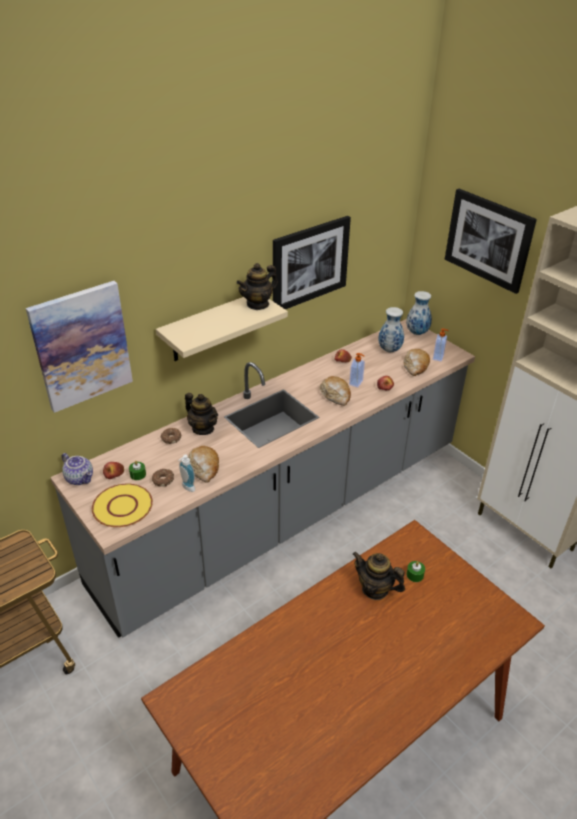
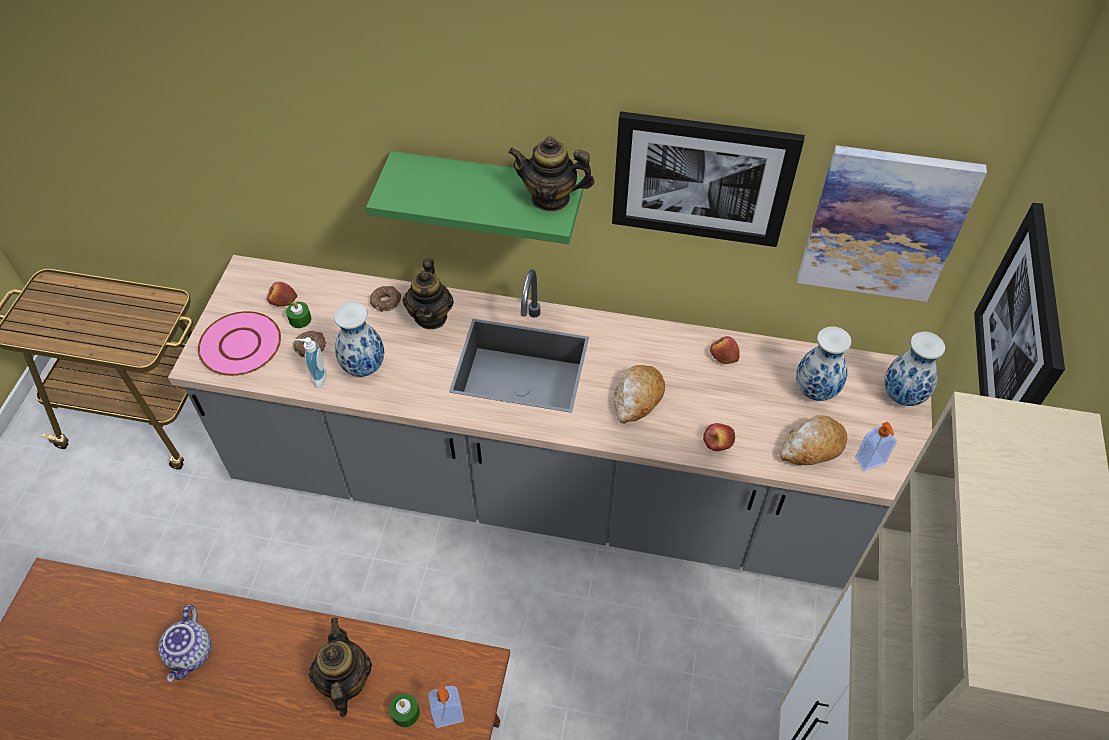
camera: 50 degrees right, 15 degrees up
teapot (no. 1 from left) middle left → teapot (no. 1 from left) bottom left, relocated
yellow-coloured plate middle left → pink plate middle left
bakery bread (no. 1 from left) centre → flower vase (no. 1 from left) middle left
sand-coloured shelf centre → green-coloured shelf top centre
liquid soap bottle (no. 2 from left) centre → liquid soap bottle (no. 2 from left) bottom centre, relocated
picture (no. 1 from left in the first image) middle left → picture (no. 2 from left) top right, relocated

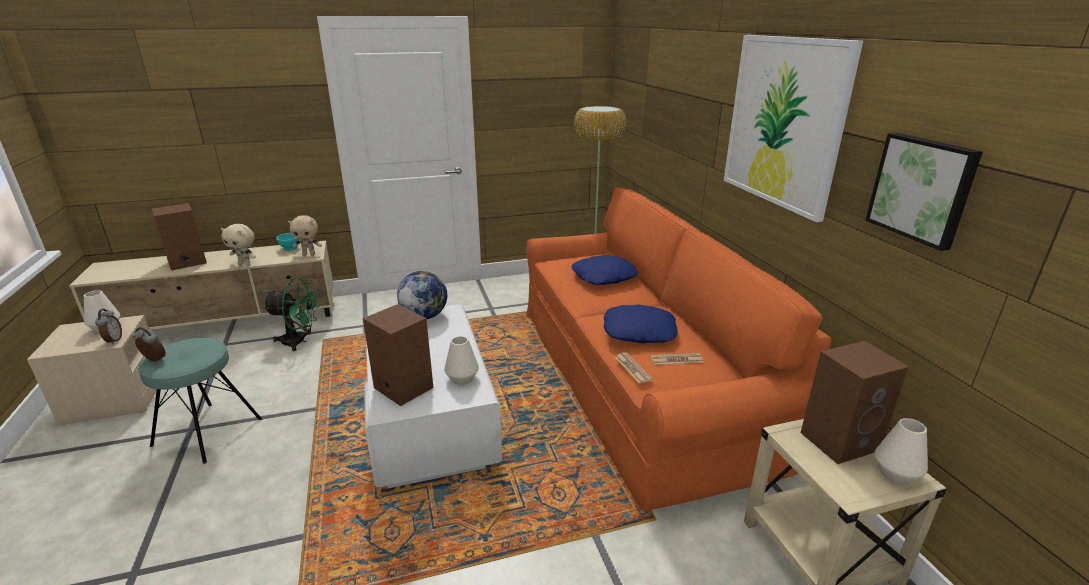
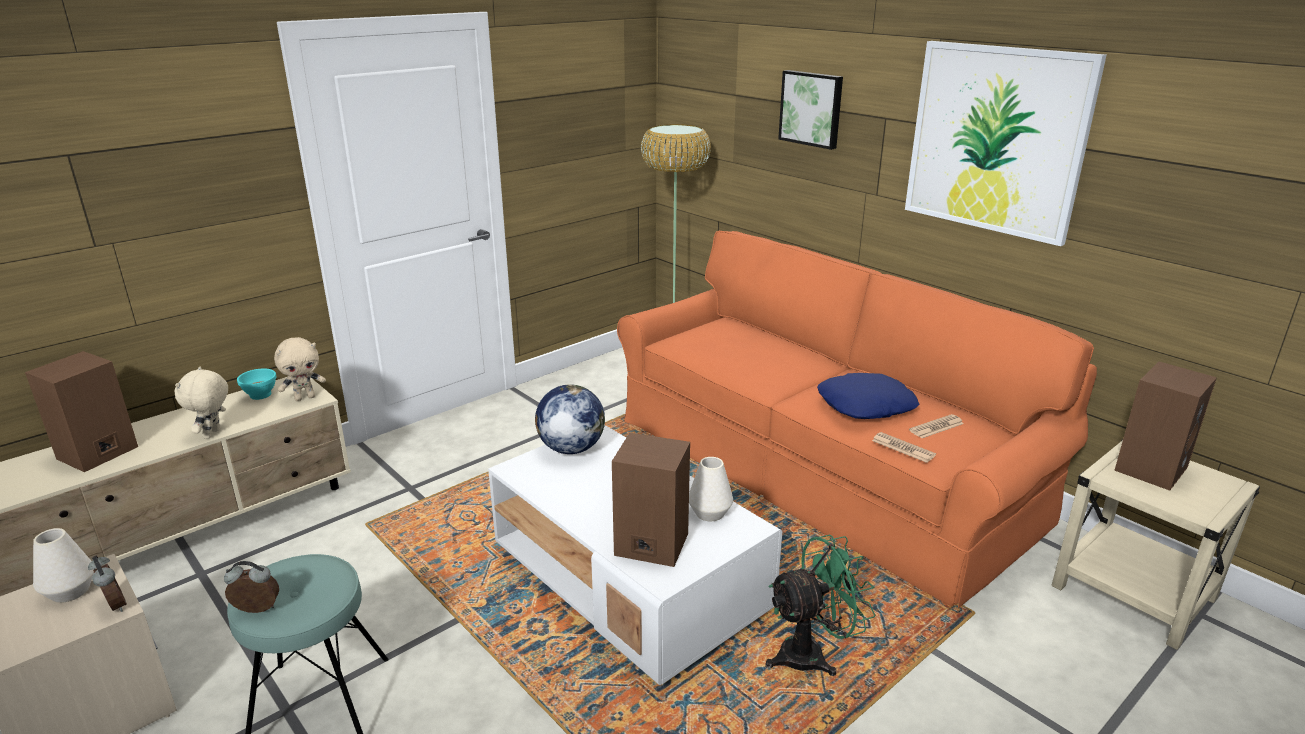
camera: 25 degrees left, 0 degrees up
sand-coloured cuddly toy (no. 1 from left) middle left, 105 degrees clockwise
green-coloured cooling fan middle left → green-coloured cooling fan bottom centre, relocated
picture (no. 2 from left in the first image) top right → picture (no. 1 from left) top centre, relocated
blue pillow (no. 1 from left) centre → -
white flower vase (no. 3 from left) bottom right → -

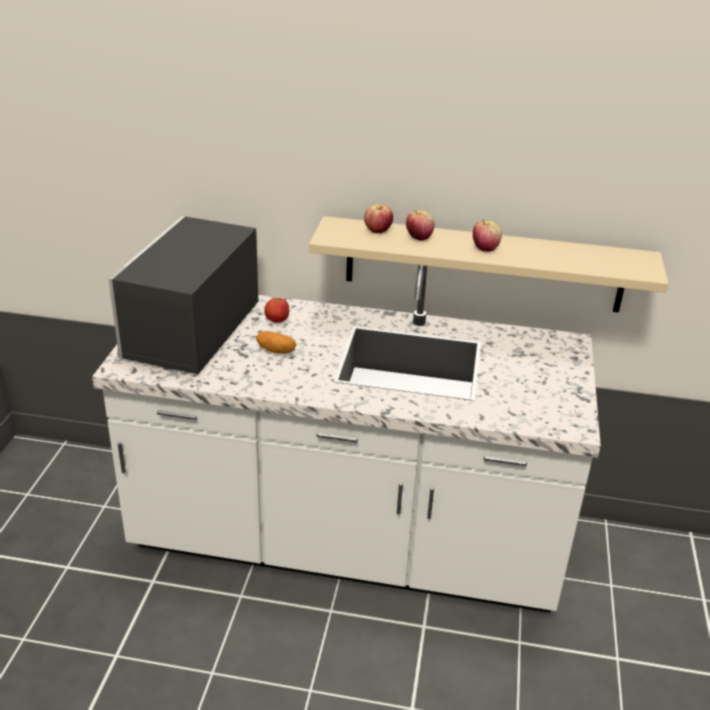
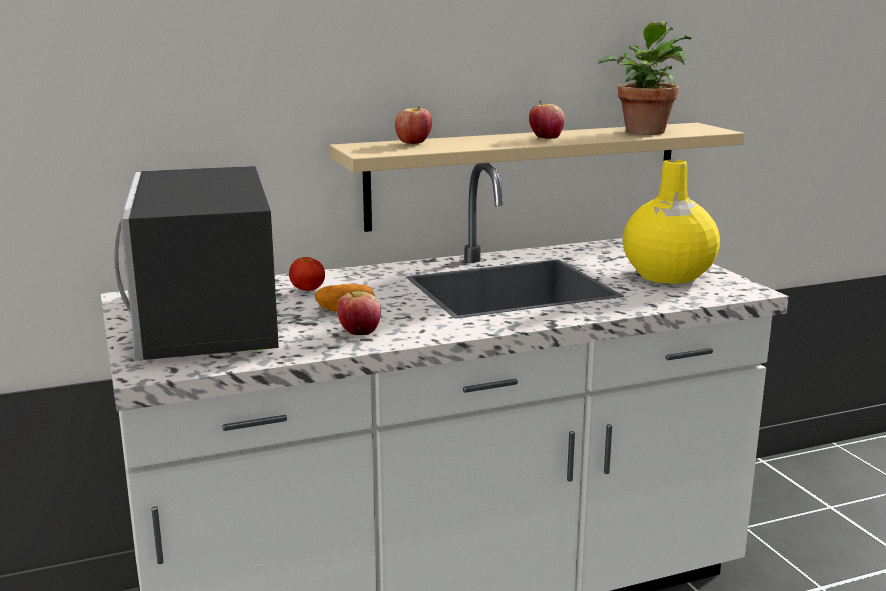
camera: 30 degrees left, 15 degrees down
apple (no. 2 from left in the first image) top centre → apple (no. 1 from left) centre, relocated
- → houseplant top right
- → yellow-coloured flower vase middle right

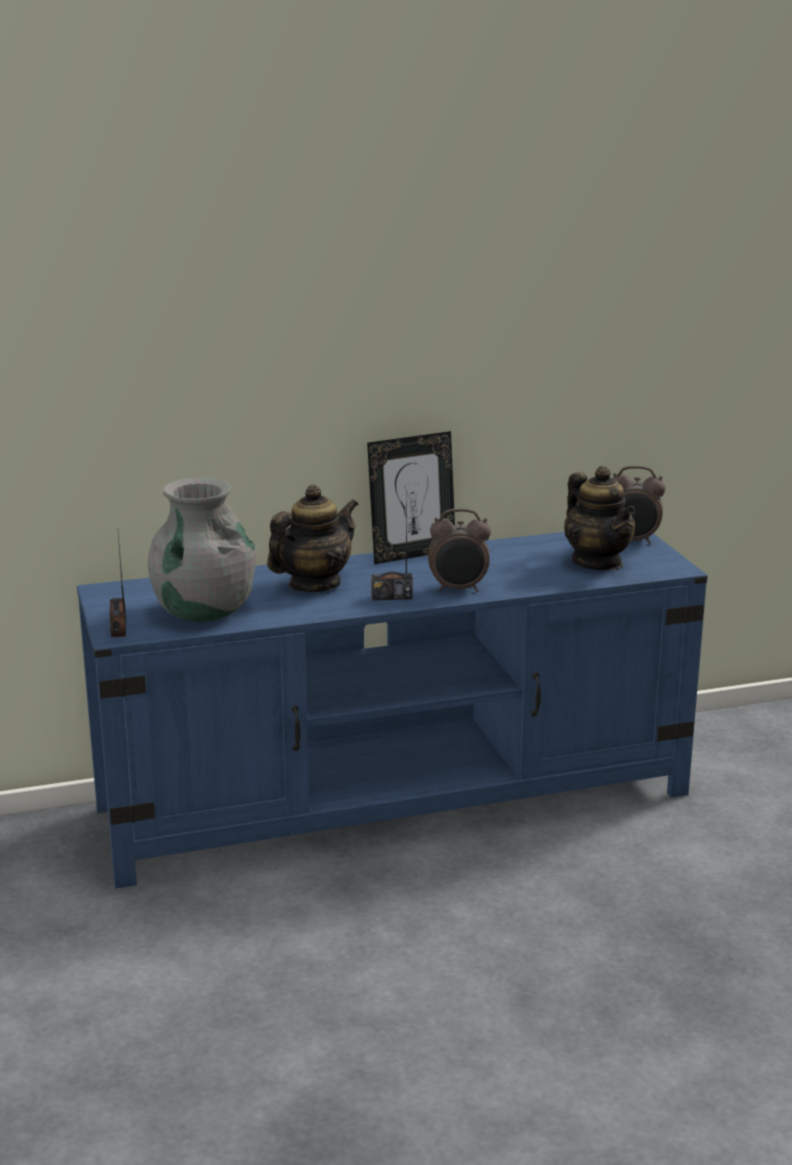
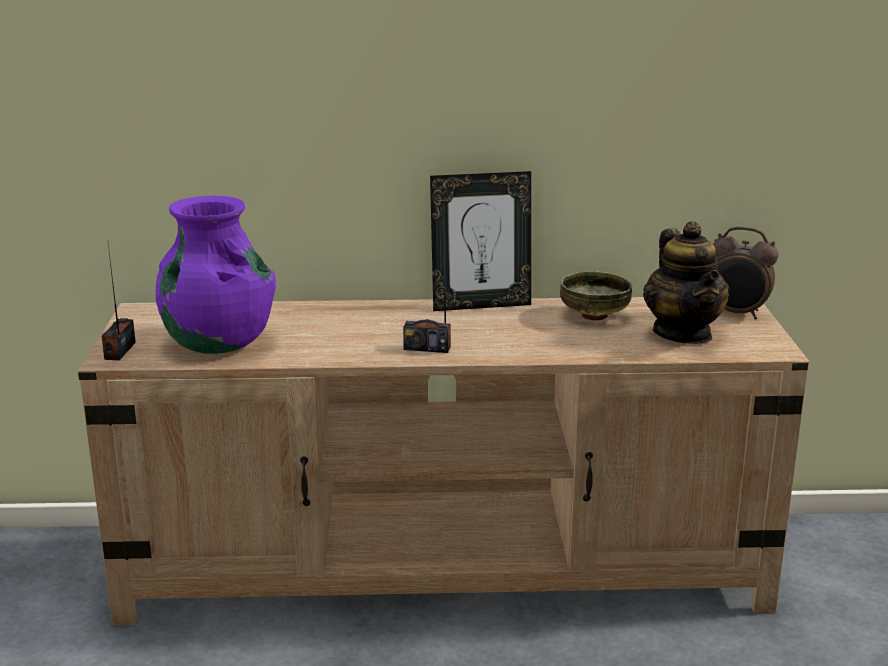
camera: 15 degrees right, 0 degrees up
blue media console centre → sand-coloured media console bottom centre
greyish flower vase middle left → purple flower vase middle left
- → deep dish middle right
teapot (no. 1 from left) centre → -
table clock (no. 1 from left) centre → -

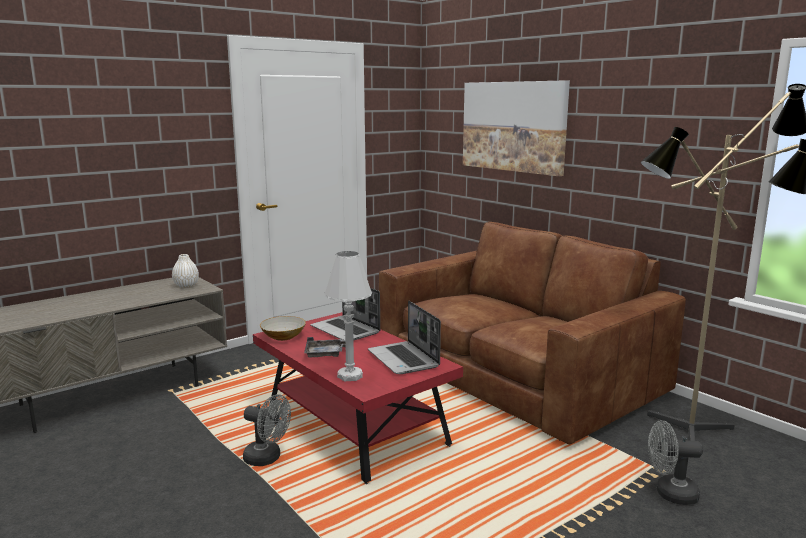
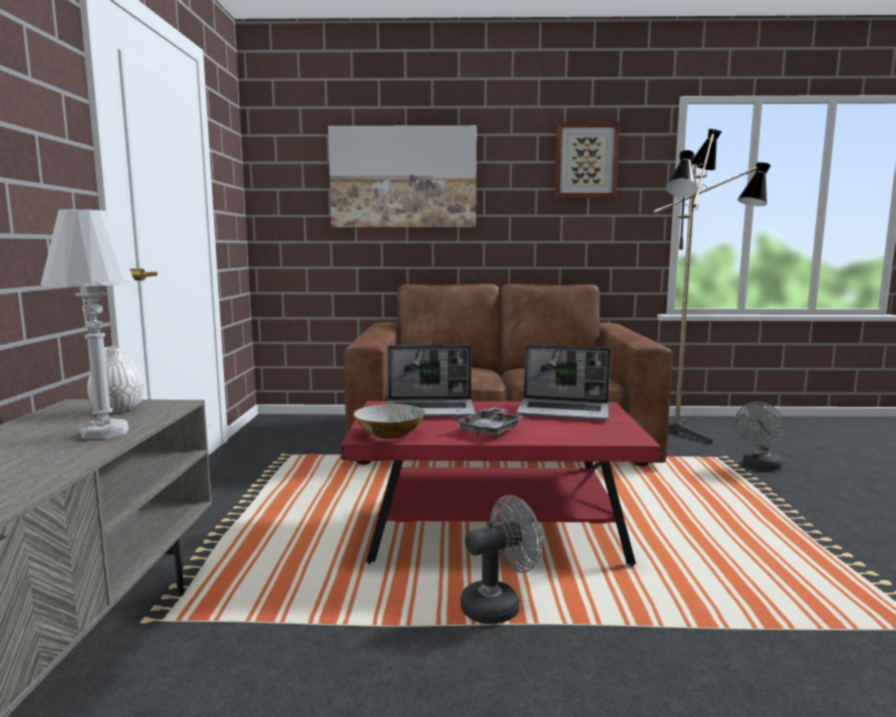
camera: 50 degrees left, 5 degrees down
white table lamp centre → white table lamp middle left, relocated
- → picture (no. 2 from left) top centre

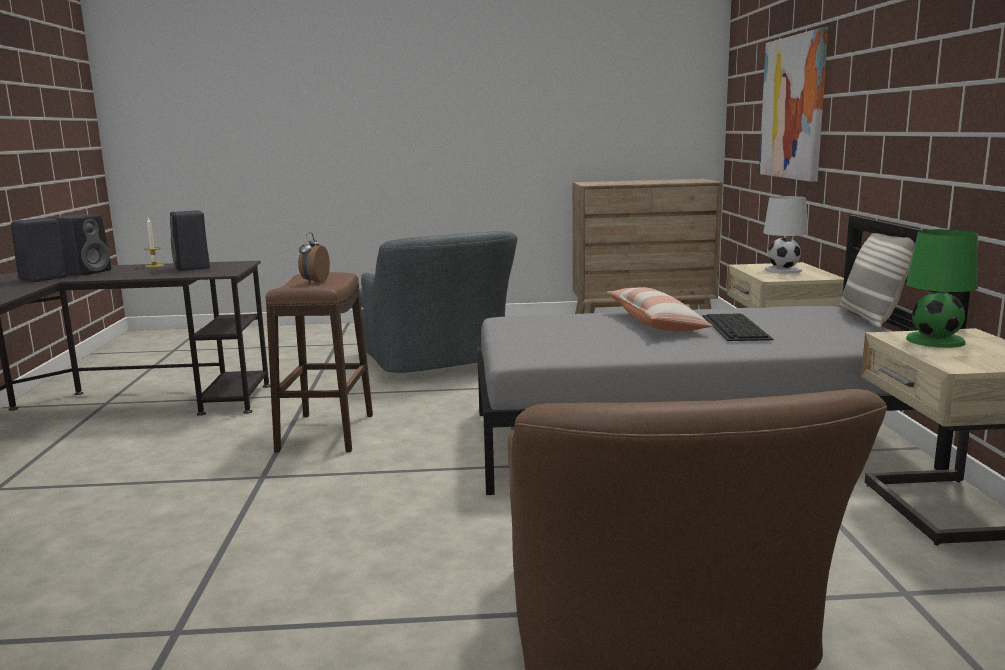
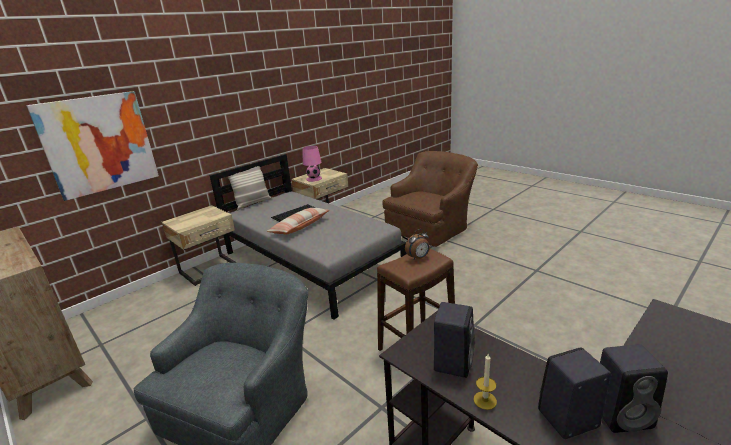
camera: 130 degrees left, 10 degrees up
green-coloured table lamp middle right → pink table lamp centre
white table lamp middle right → -

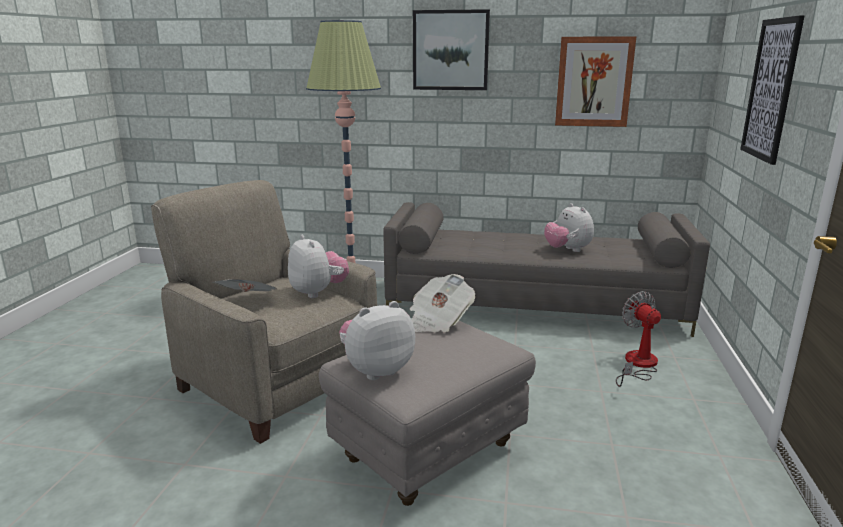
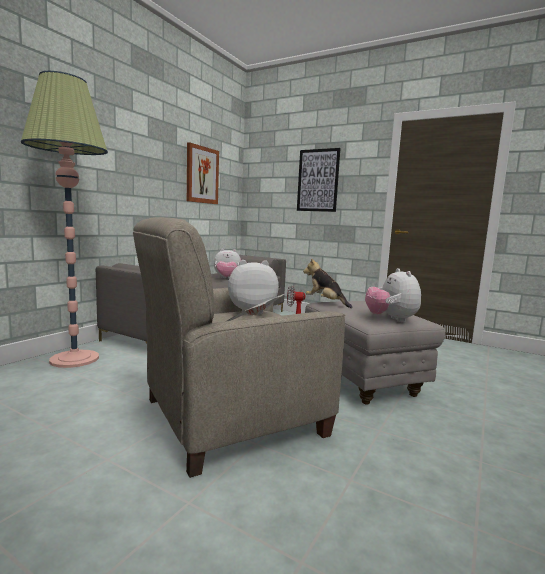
camera: 70 degrees left, 10 degrees down
daily paper (no. 2 from left) centre → cuddly toy (no. 3 from left) centre
picture (no. 1 from left) top centre → -

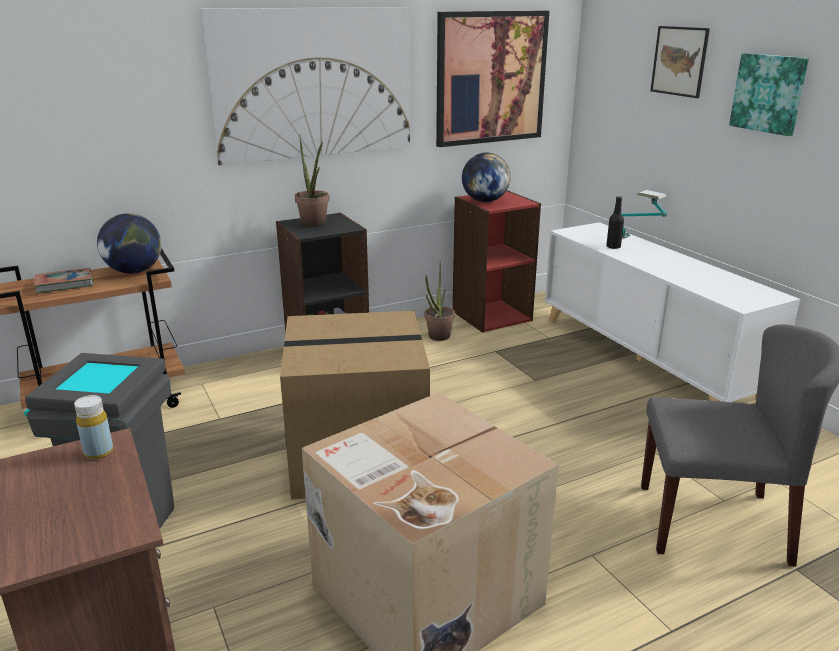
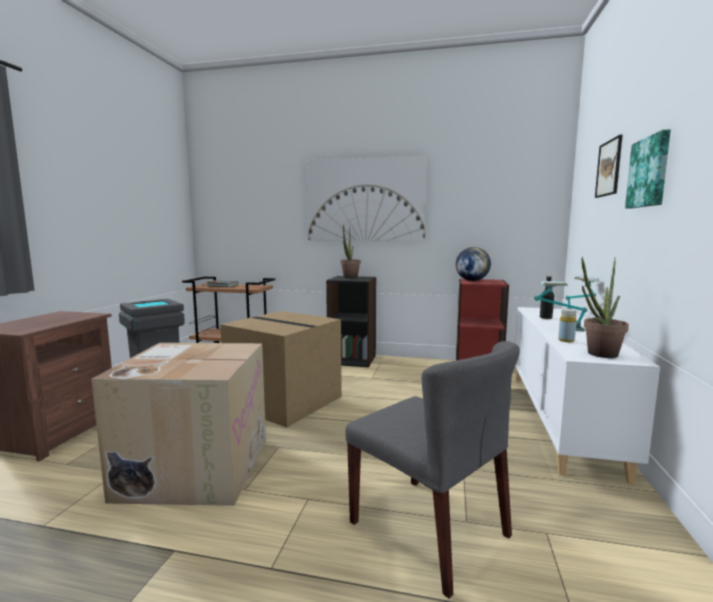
camera: 40 degrees right, 15 degrees down
- → table lamp (no. 1 from left) middle right
yellow-coloured bottle middle left → yellow-coloured bottle middle right, relocated
houseplant (no. 2 from left) centre → houseplant (no. 2 from left) middle right, relocated
world globe (no. 1 from left) middle left → -
picture (no. 2 from left) top centre → -

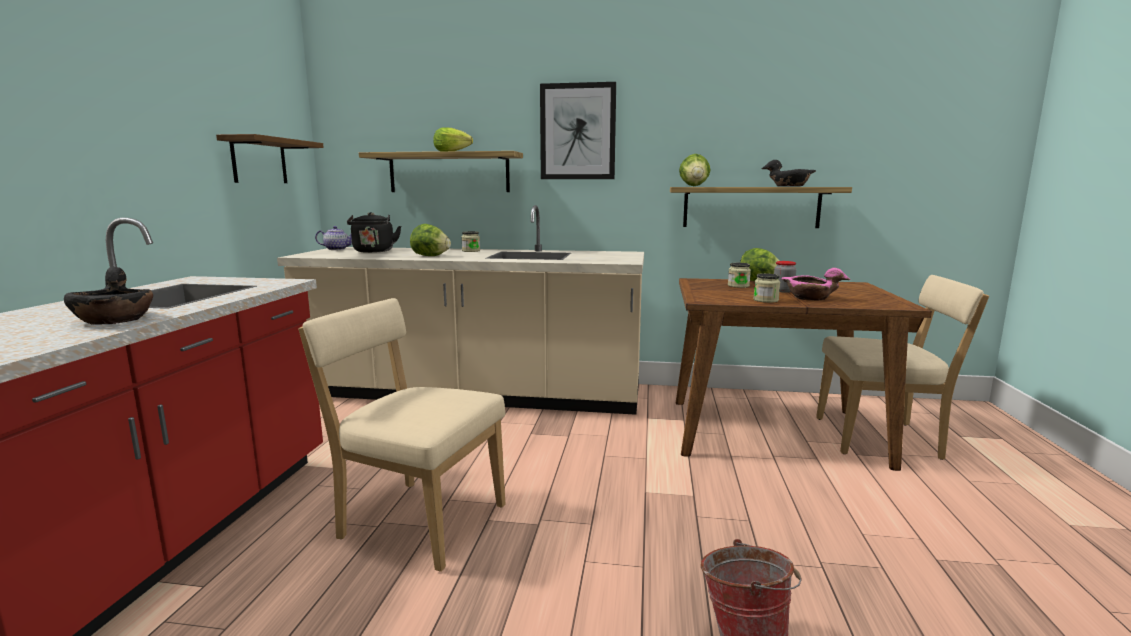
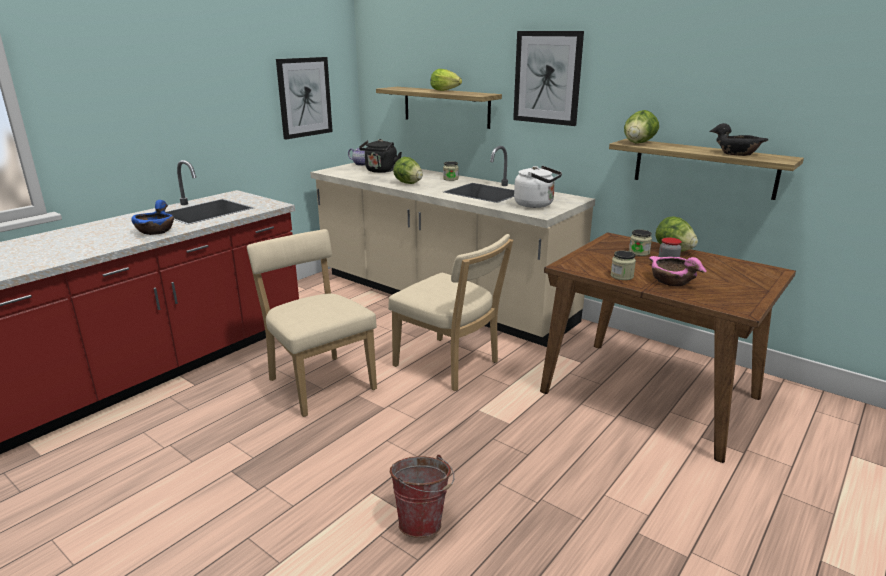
camera: 30 degrees right, 10 degrees up
black deep dish (no. 1 from left) middle left → blue deep dish middle left
shelf (no. 1 from left) top left → picture (no. 1 from left) top centre
sand-coloured upright chair (no. 2 from left) middle right → sand-coloured upright chair (no. 2 from left) centre, relocated
- → white water kettle top centre

